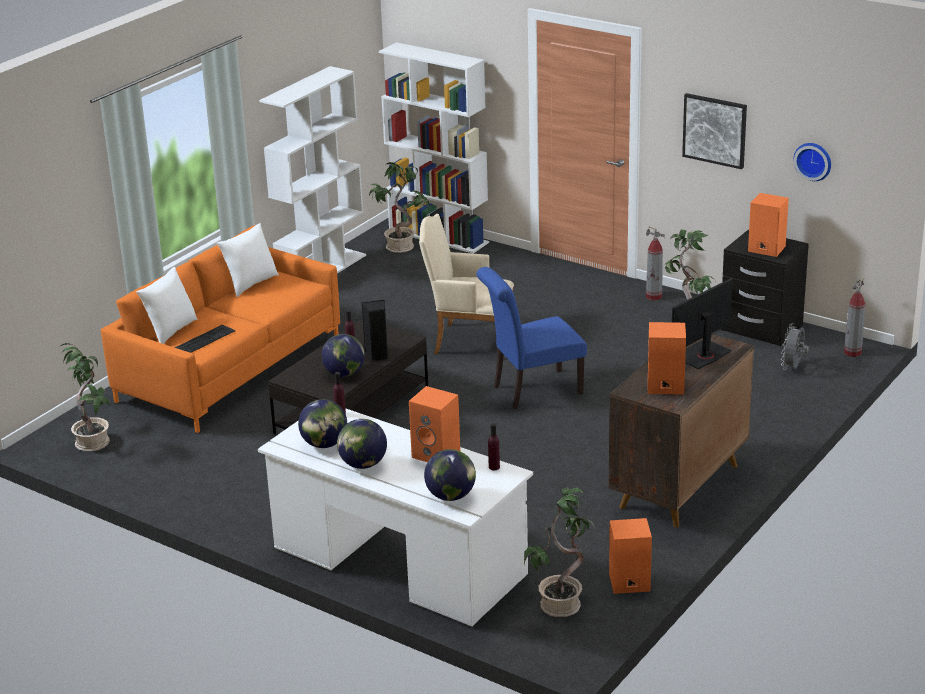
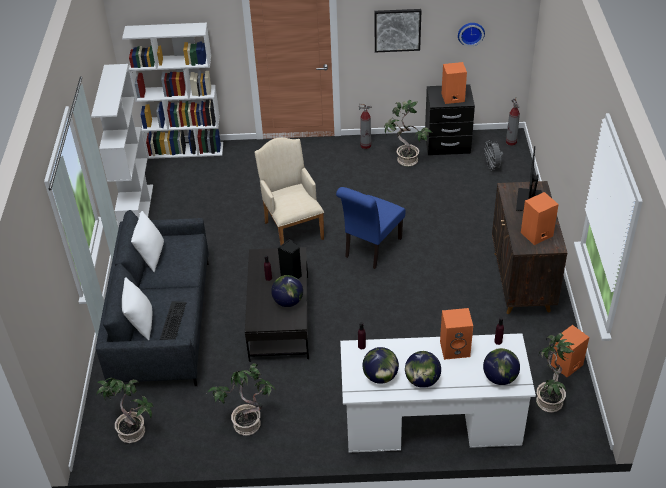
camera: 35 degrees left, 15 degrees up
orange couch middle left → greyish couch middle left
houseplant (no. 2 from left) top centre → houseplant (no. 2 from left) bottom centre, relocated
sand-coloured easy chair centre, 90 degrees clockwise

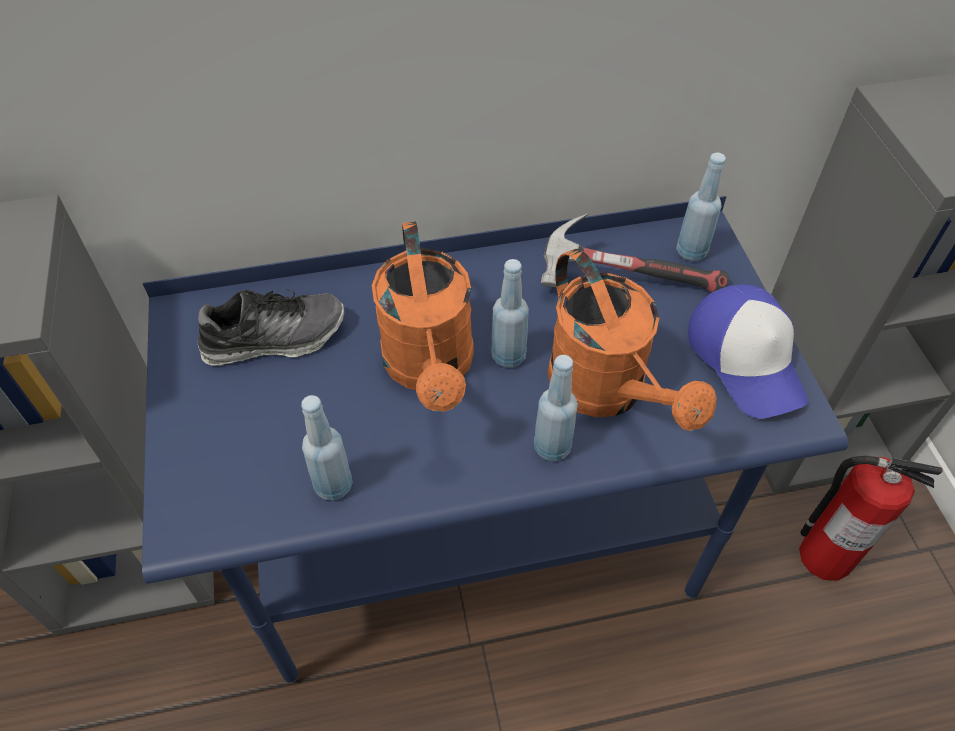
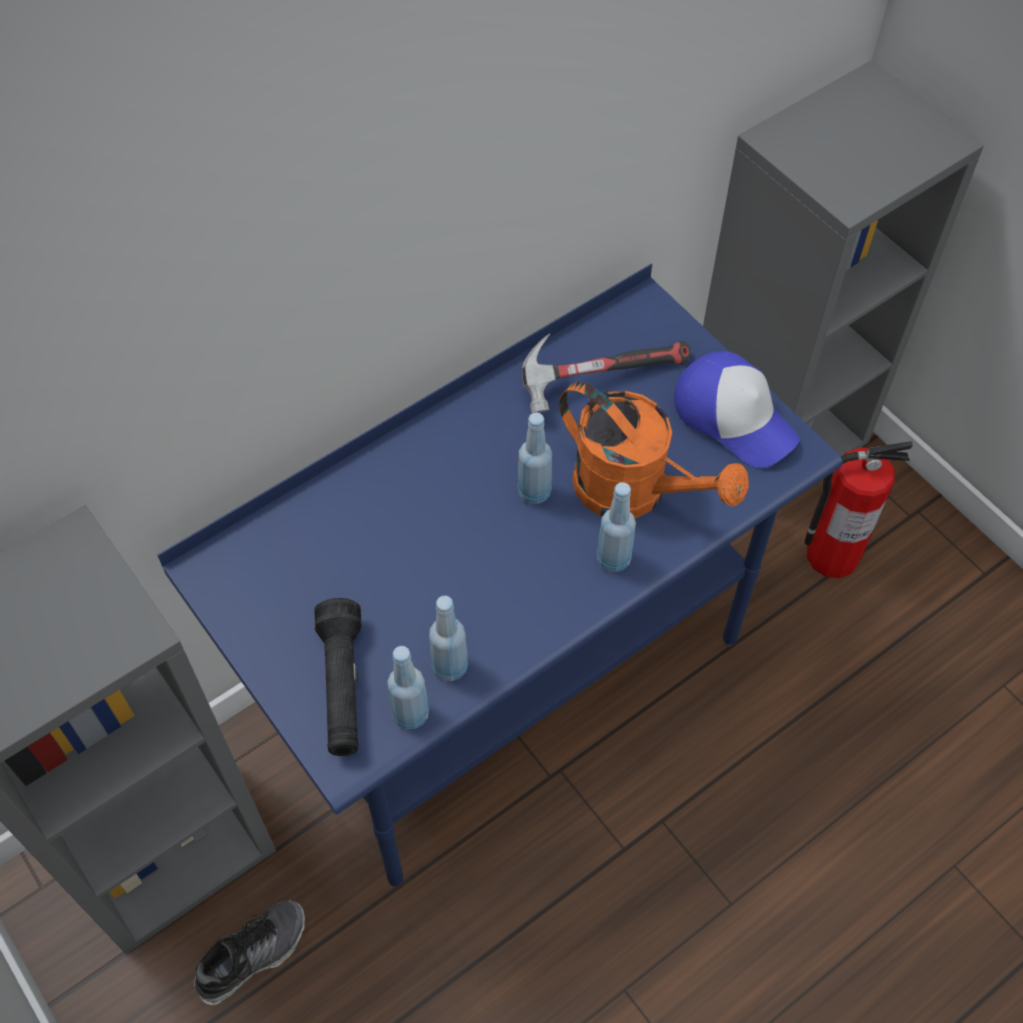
camera: 25 degrees left, 5 degrees up
item of footwear middle left → item of footwear bottom left, relocated
- → black torch middle left
blue bottle (no. 4 from left in the first image) top right → blue bottle (no. 1 from left) bottom centre, relocated
orange watering can (no. 1 from left) centre → -

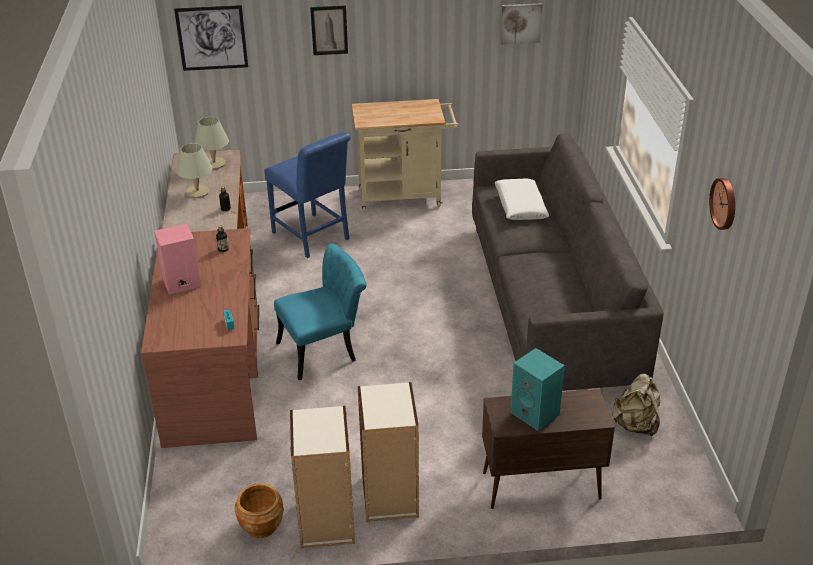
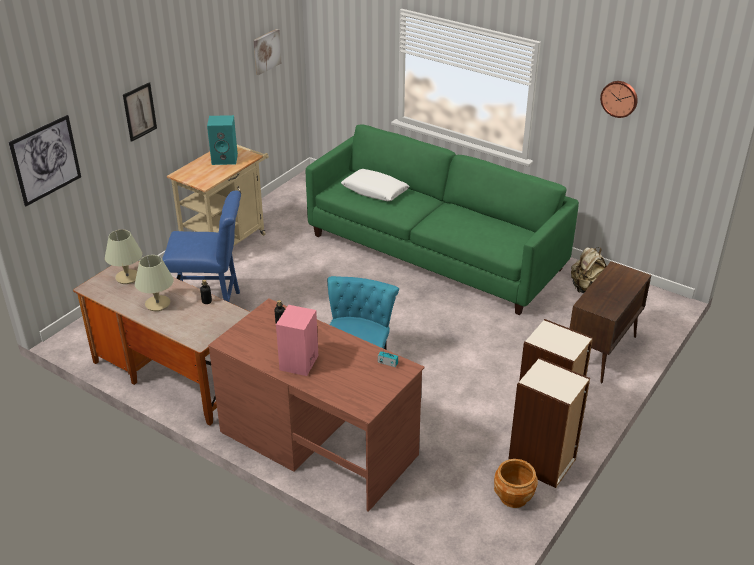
camera: 50 degrees left, 0 degrees up
turquoise-coloured loudspeaker bottom centre → turquoise-coloured loudspeaker top left, relocated
greyish couch middle right → green-coloured couch centre

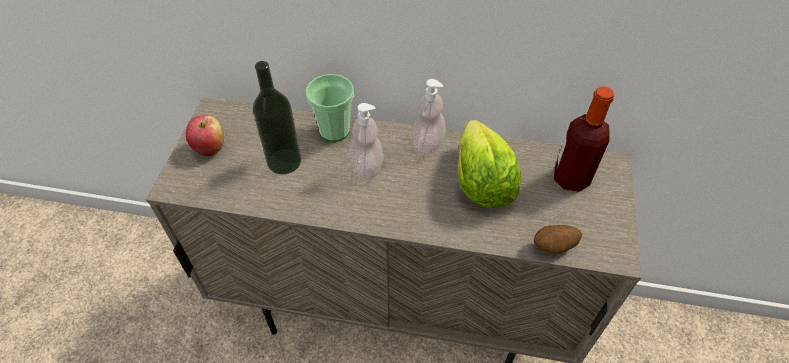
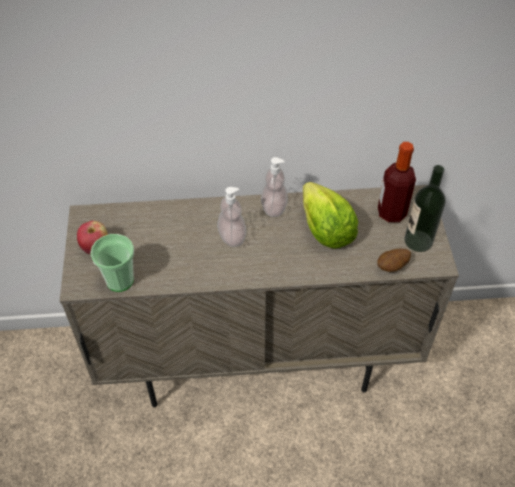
camera: 15 degrees left, 0 degrees up
drinking cup top centre → drinking cup middle left, relocated
bottle (no. 1 from left in the first image) top centre → bottle (no. 2 from left) middle right, relocated

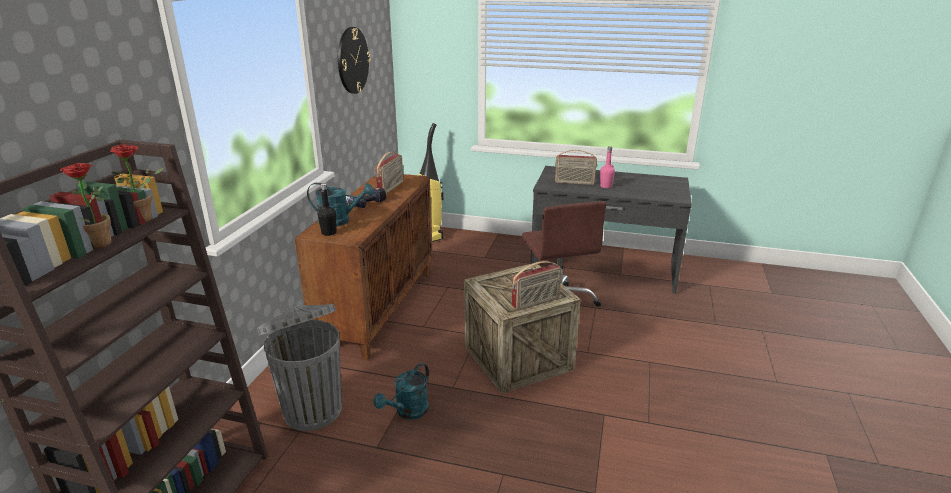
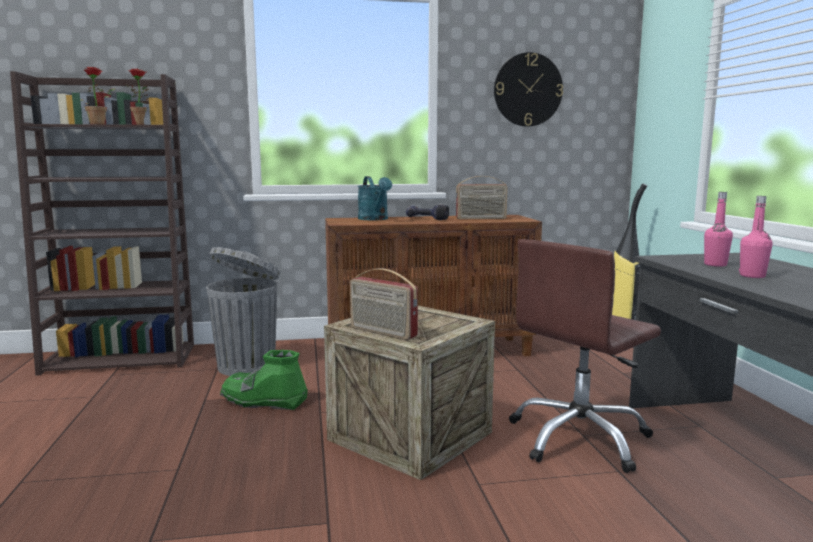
camera: 65 degrees right, 15 degrees down
turquoise-coloured watering can (no. 2 from left) bottom centre → green-coloured high-top boot bottom left
radio set (no. 3 from left) centre → pink bottle (no. 1 from left) middle right
black bottle centre → -

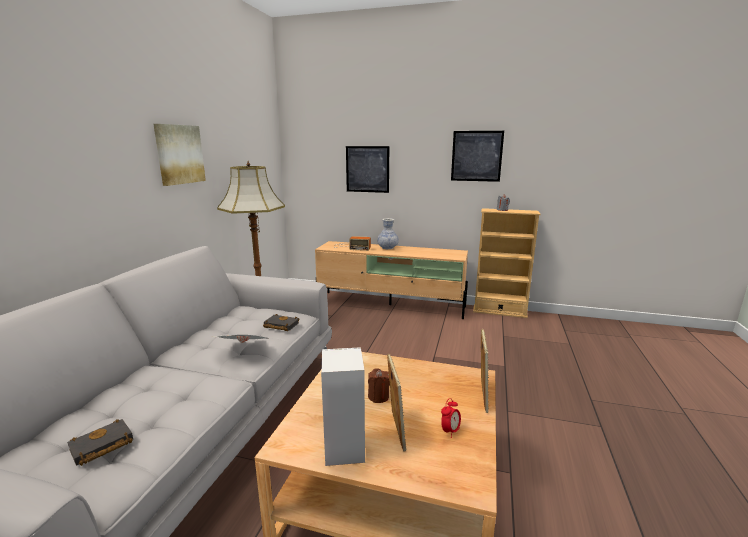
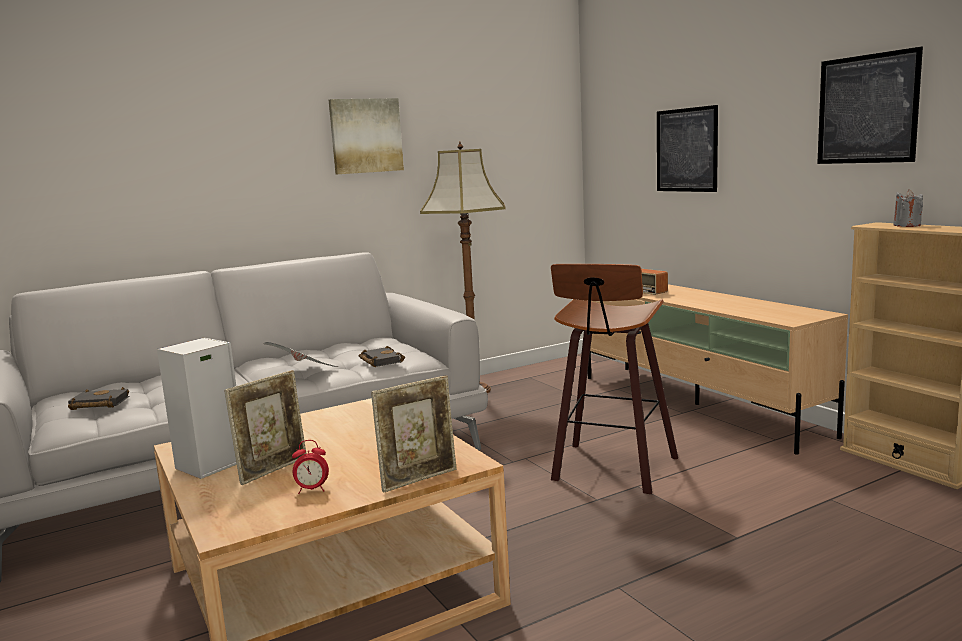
camera: 45 degrees right, 5 degrees down
- → stool seat centre
brownish candle bottom centre → -
flower vase centre → -

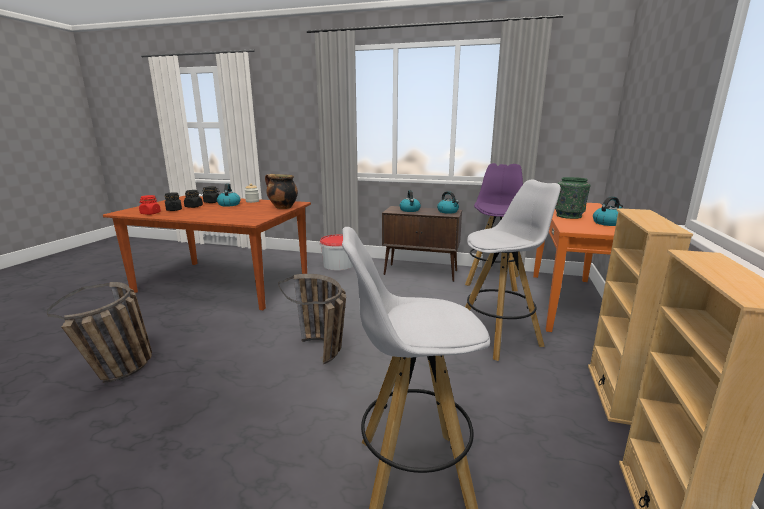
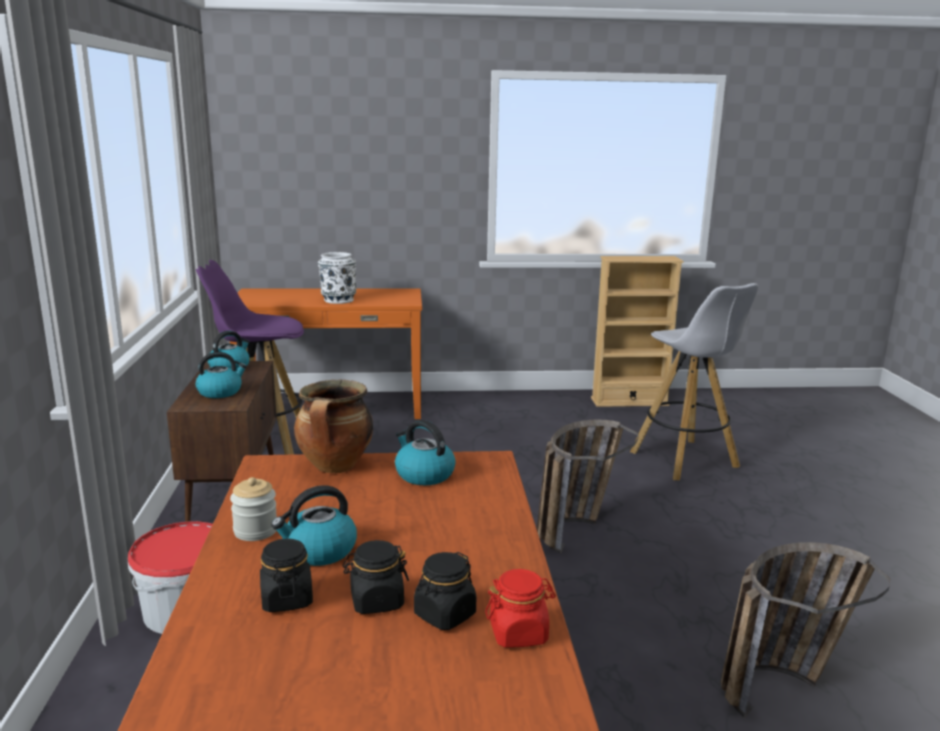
camera: 110 degrees left, 0 degrees up
green-coloured flower vase middle right → white flower vase centre
water kettle (no. 4 from left) middle right → water kettle (no. 4 from left) centre, relocated
white stool seat (no. 2 from left) middle right → -
sand-coloured bookshelf (no. 1 from left) middle right → -

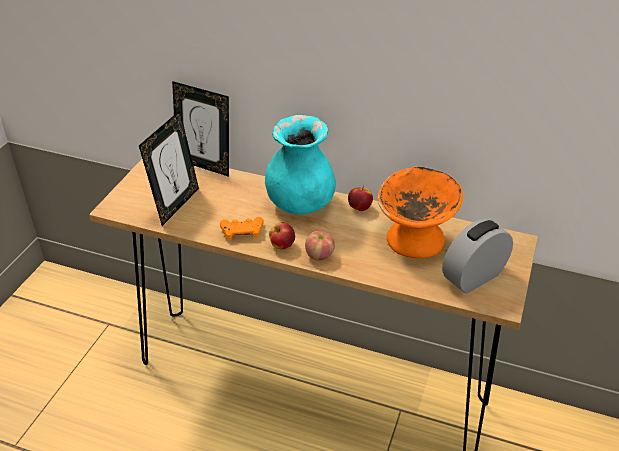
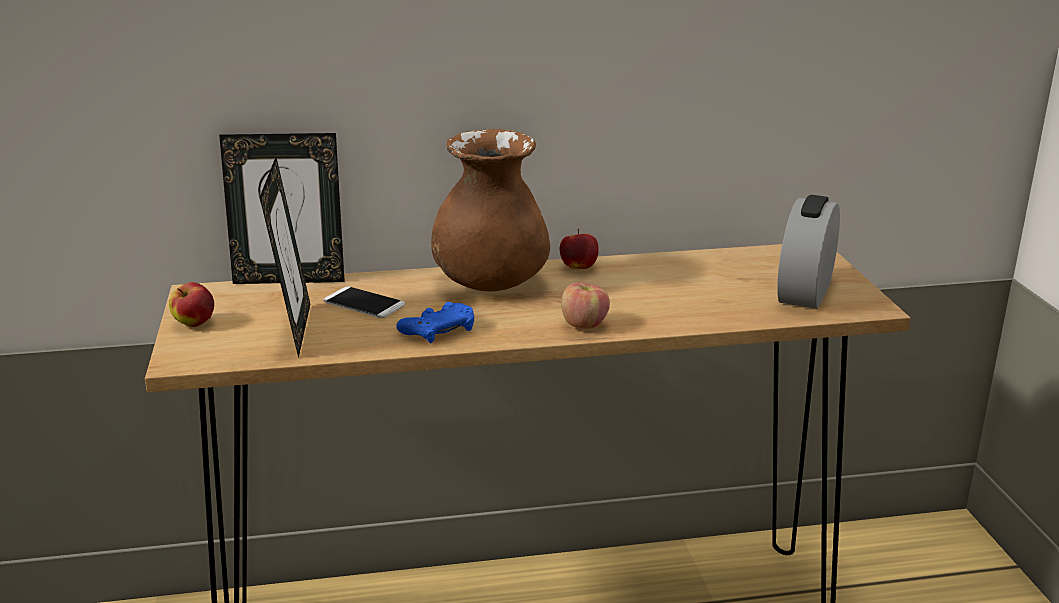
camera: 30 degrees left, 15 degrees down
apple (no. 1 from left) centre → apple (no. 1 from left) middle left, relocated
- → telephone centre
orange gamepad centre → blue gamepad centre
turquoise-coloured flower vase centre → brownish flower vase centre
orange deep dish middle right → -

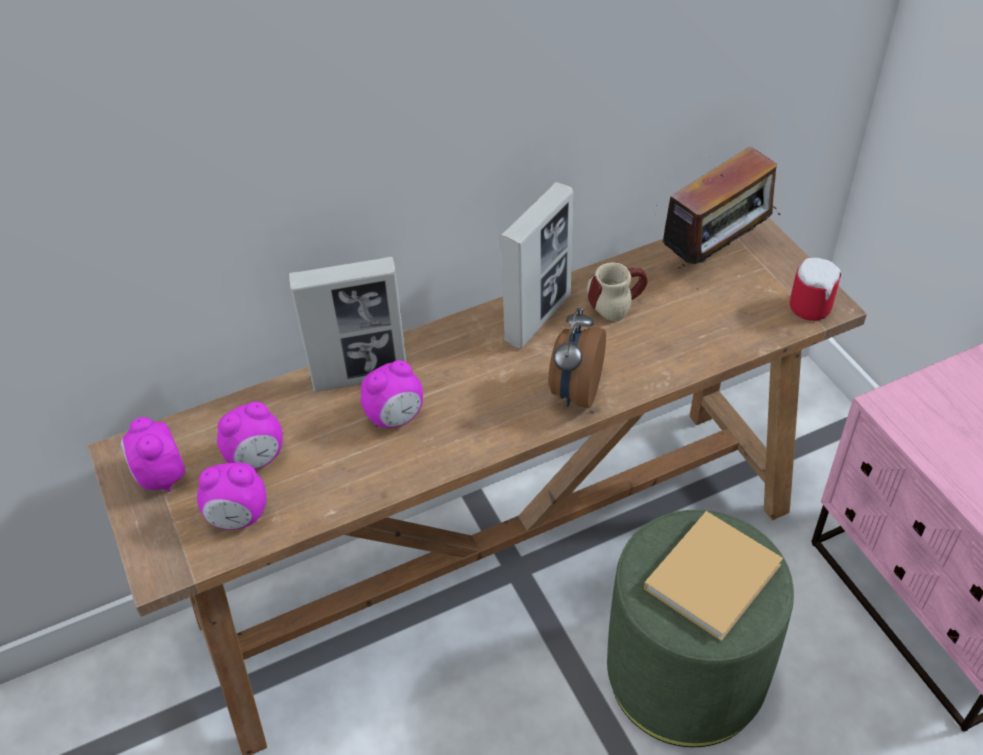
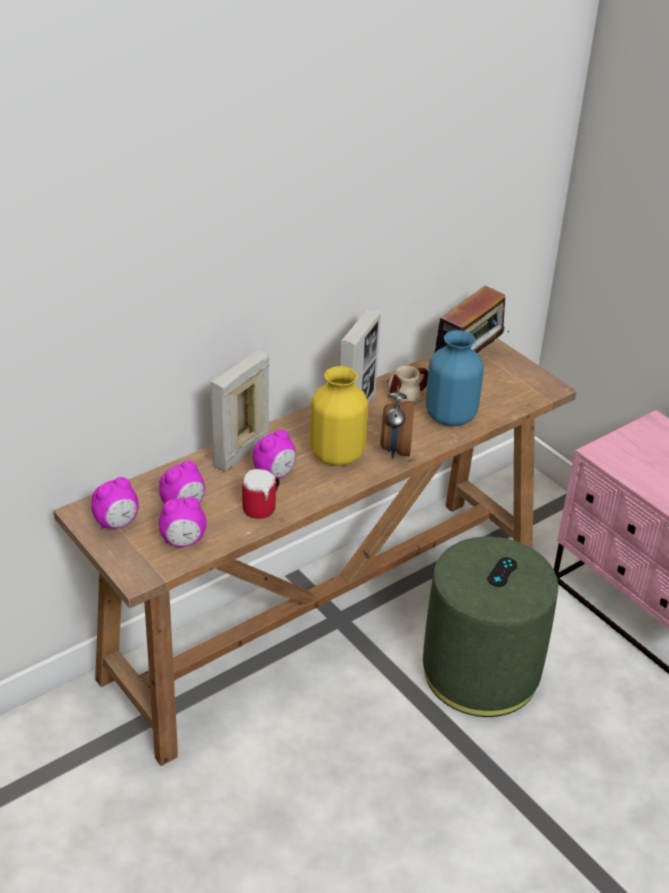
camera: 15 degrees left, 10 degrees down
table clock (no. 1 from left) middle left, 90 degrees counterclockwise
standing frame (no. 1 from left) centre, 150 degrees clockwise
mug (no. 2 from left in the first image) middle right → mug (no. 1 from left) centre, relocated
- → yellow-coloured flower vase centre
- → blue flower vase middle right
sand-coloured volume bottom right → black gamepad middle right

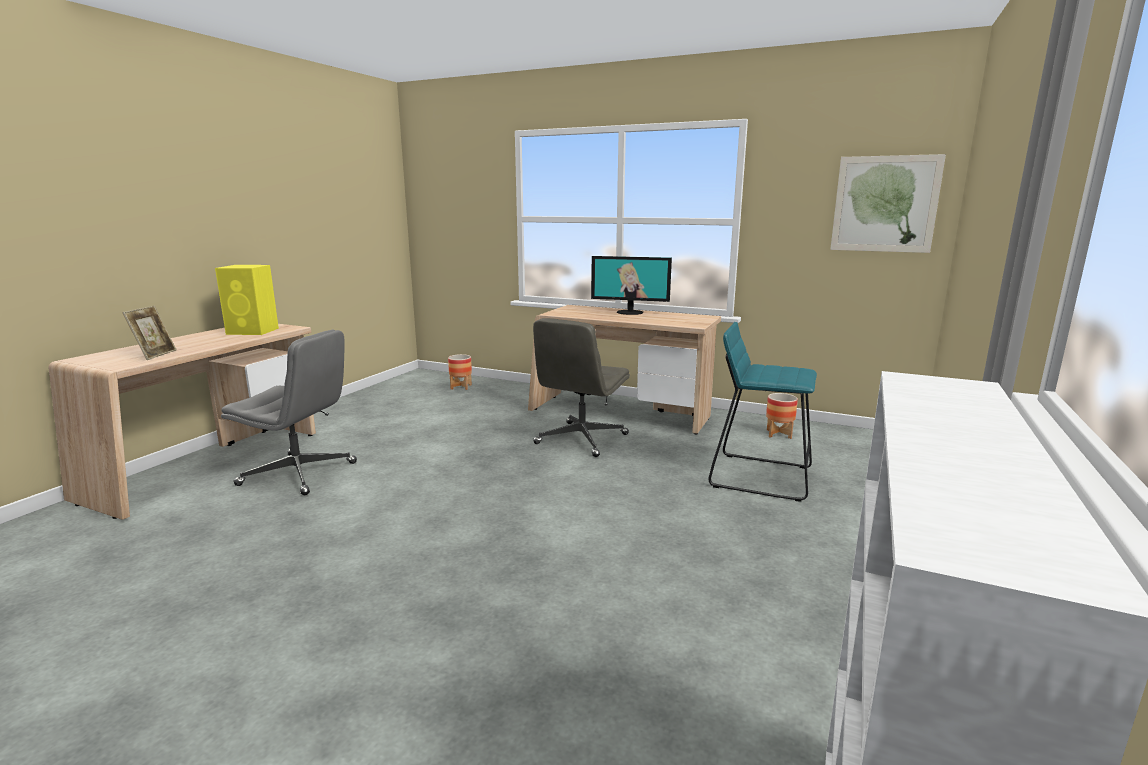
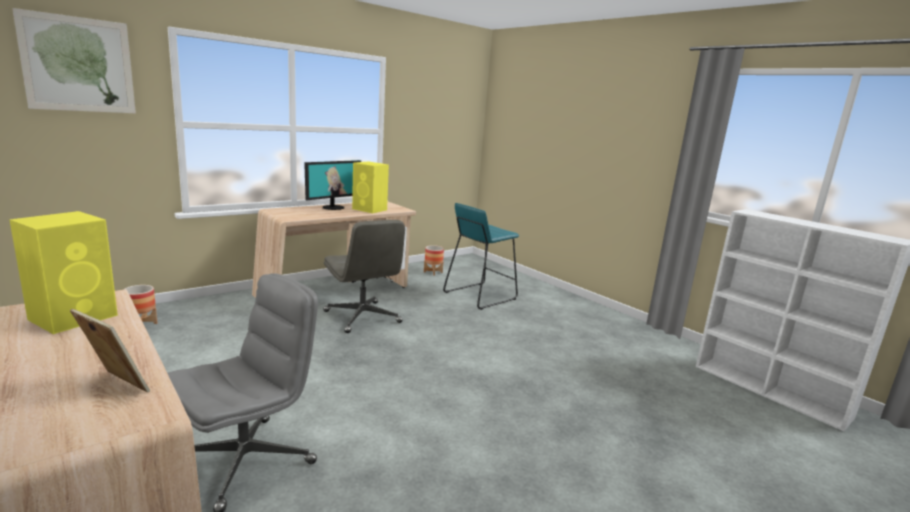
camera: 65 degrees left, 0 degrees up
picture top right → picture top left, relocated
- → yellow-coloured loudspeaker (no. 2 from left) centre

